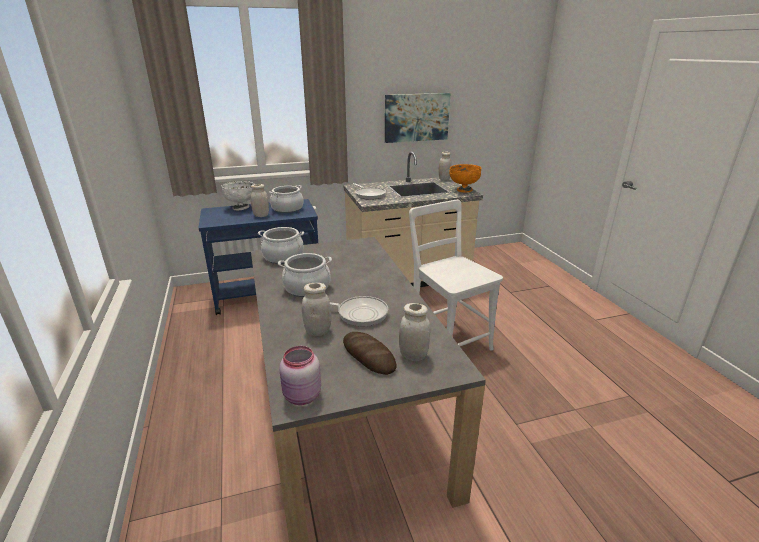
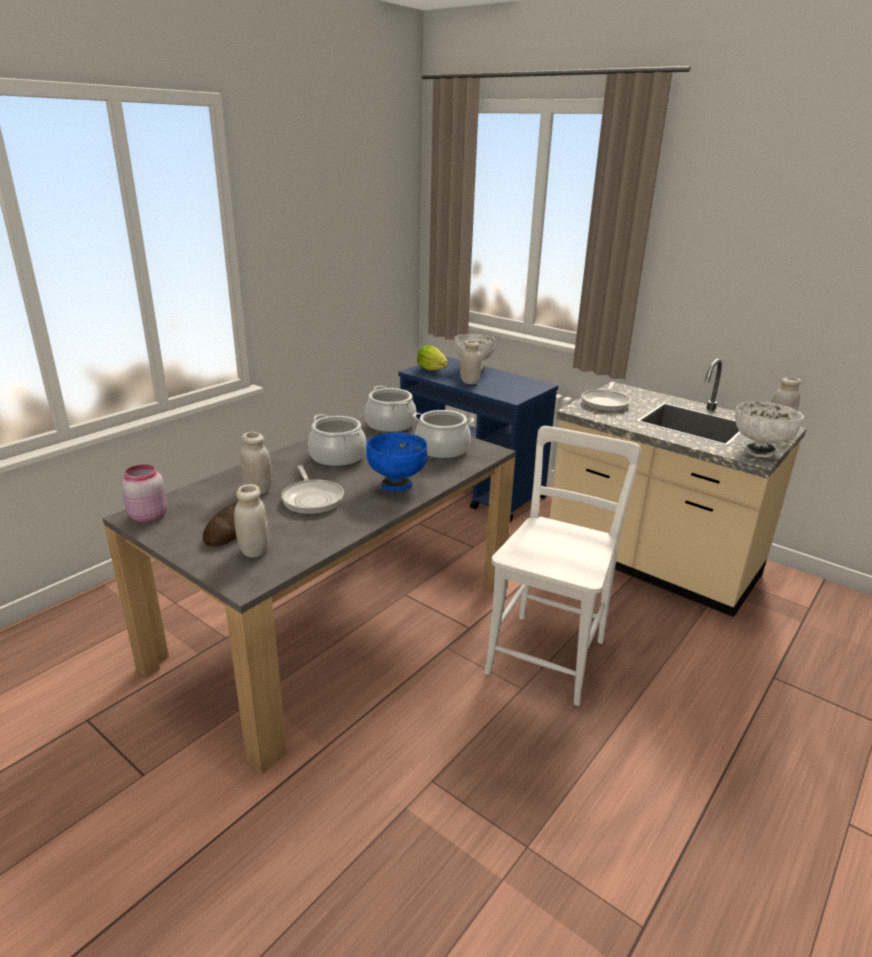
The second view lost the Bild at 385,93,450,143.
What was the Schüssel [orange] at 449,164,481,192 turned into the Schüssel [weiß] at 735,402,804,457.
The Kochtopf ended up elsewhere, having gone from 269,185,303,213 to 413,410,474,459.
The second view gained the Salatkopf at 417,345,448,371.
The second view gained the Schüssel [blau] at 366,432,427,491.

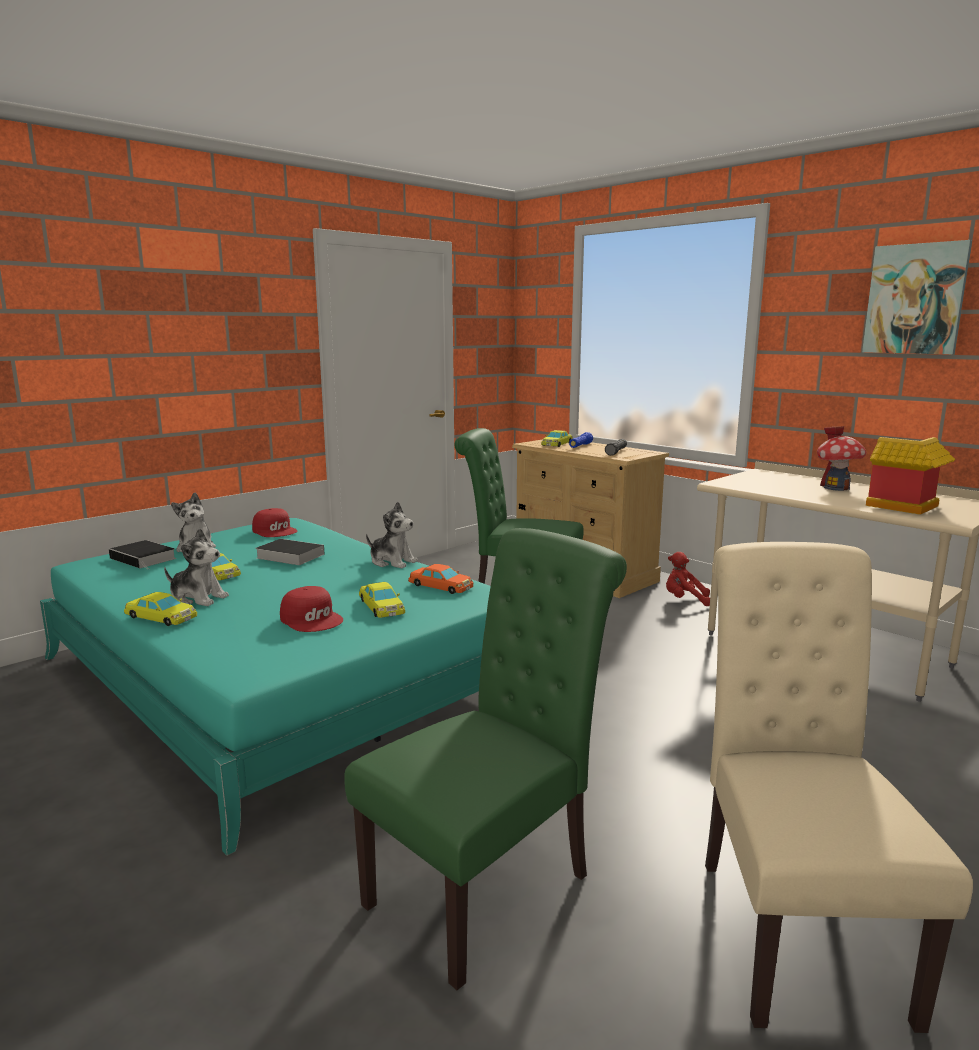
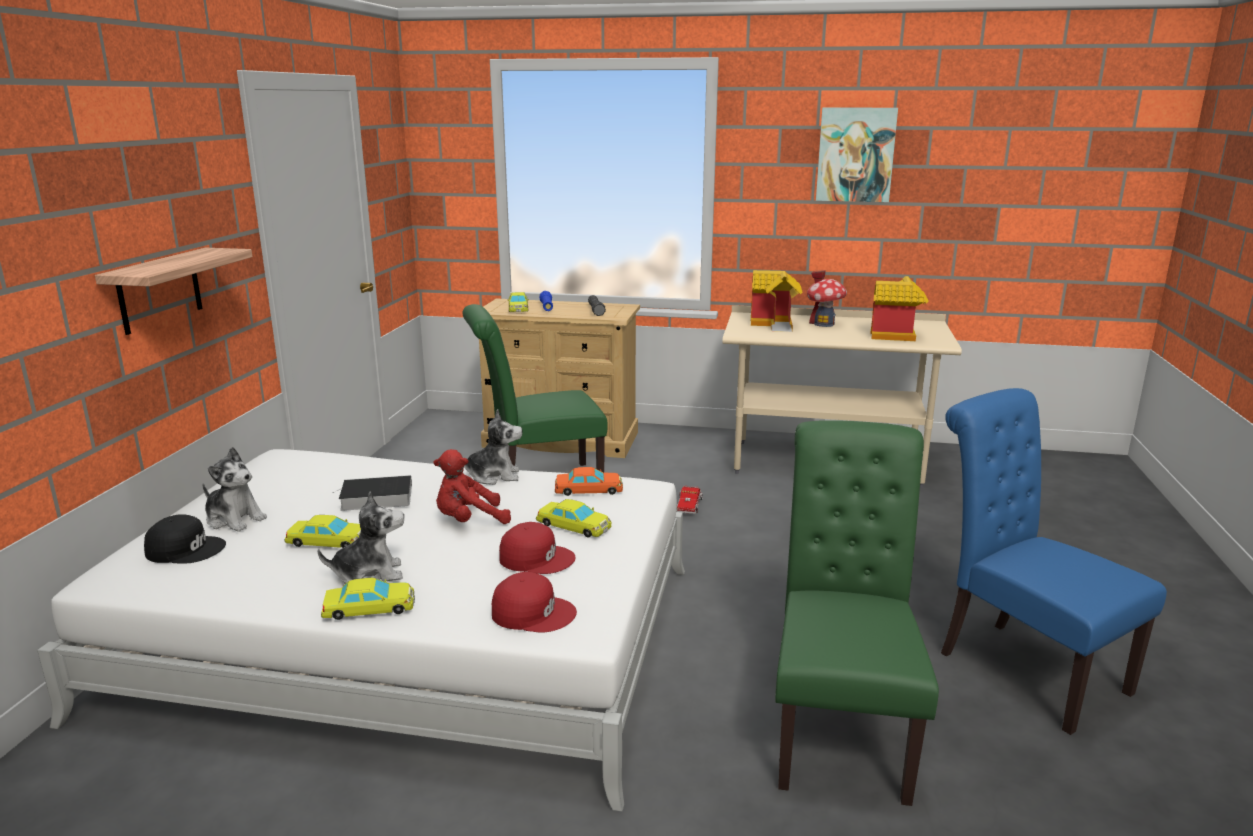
The Kappe [rot] ended up elsewhere, having gone from 252,508,298,537 to 492,572,577,632.
What was the Bett [türkis] at 40,518,491,856 turned into the Bett [weiß] at 37,449,685,812.
Where the Buch stood at 109,540,176,570, the Kappe [schwarz] came to stand at 144,514,226,564.
What was the Stuhl [beige] at 705,542,973,1033 turned into the Stuhl [blau] at 941,388,1167,735.
The Plüschtier [rot] ended up elsewhere, having gone from 666,552,710,606 to 433,449,511,524.
The second view gained the Wandregal at 95,248,253,335.
The second view gained the Spielzeughaus at 751,270,803,332.
The second view gained the Spielzeuglaster at 676,486,703,514.

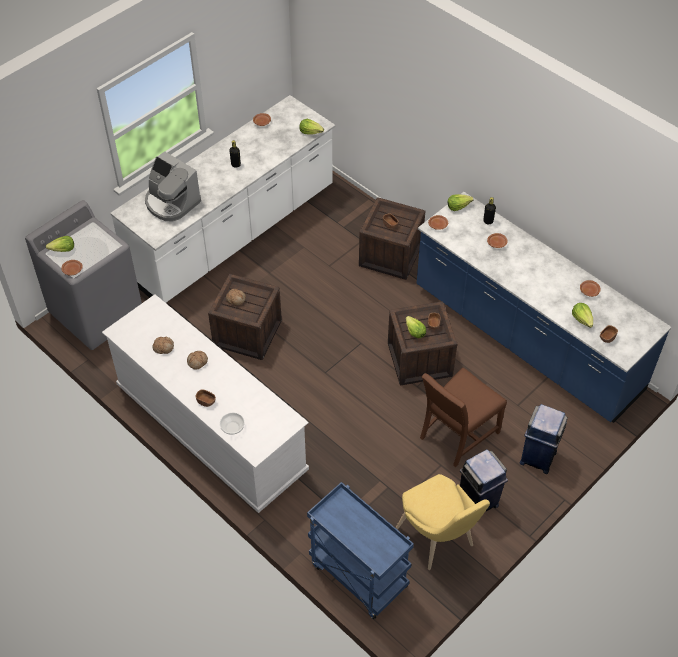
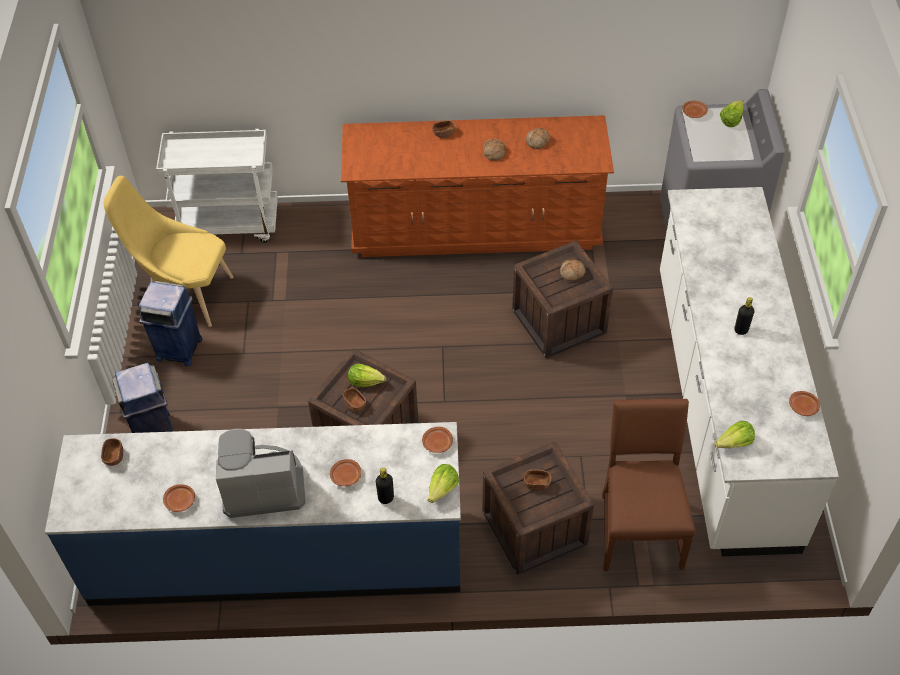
The Kaffeemaschine ended up elsewhere, having gone from 145,151,201,222 to 216,429,305,518.
What was the Kommode [weiß] at 102,294,309,513 turned into the Kommode [braun] at 341,115,614,257.
The second view lost the Salatkopf at 572,303,593,328.
The Stuhl [braun] ended up elsewhere, having gone from 420,367,507,467 to 602,399,696,571.
The second view lost the Schüssel at 220,413,244,435.
What was the Rollwagen [blau] at 307,482,414,619 turned into the Rollwagen [weiß] at 156,129,278,243.

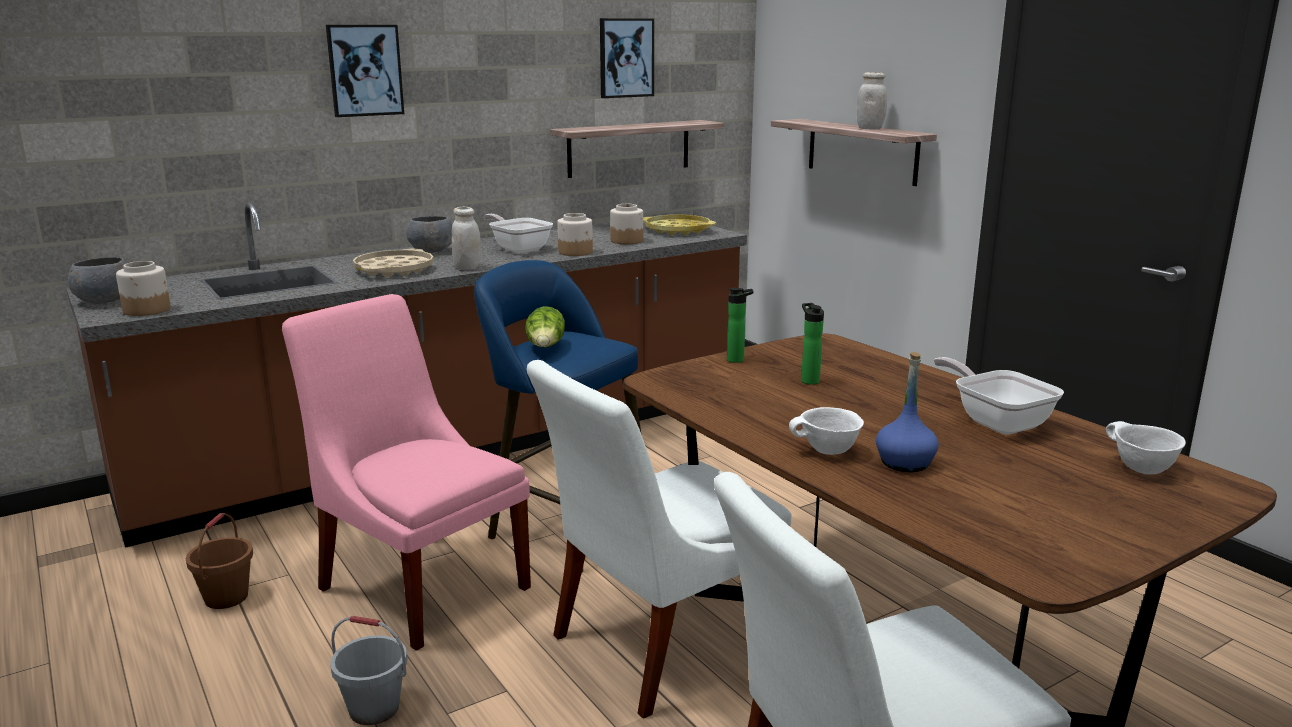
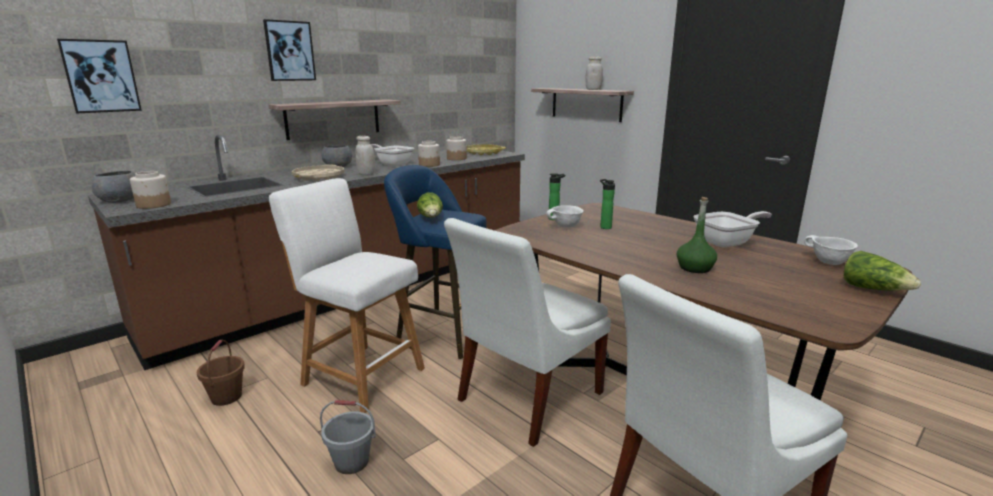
The Bild ended up elsewhere, having gone from 600,18,654,98 to 57,39,142,113.
The Wandregal ended up elsewhere, having gone from 550,120,724,178 to 269,99,401,140.
Where the Stuhl [rosa] stood at 282,294,531,651, the Hocker [weiß] came to stand at 269,178,425,413.
What was the Flasche [blau] at 876,352,939,472 turned into the Flasche [grün] at 677,197,717,273.
The Pfanne at 934,357,1064,434 ended up facing another way, 105 degrees clockwise from before.
The Schüssel [weiß] ended up elsewhere, having gone from 789,407,864,455 to 546,205,584,228.
The second view gained the Salatkopf at 844,251,921,291.

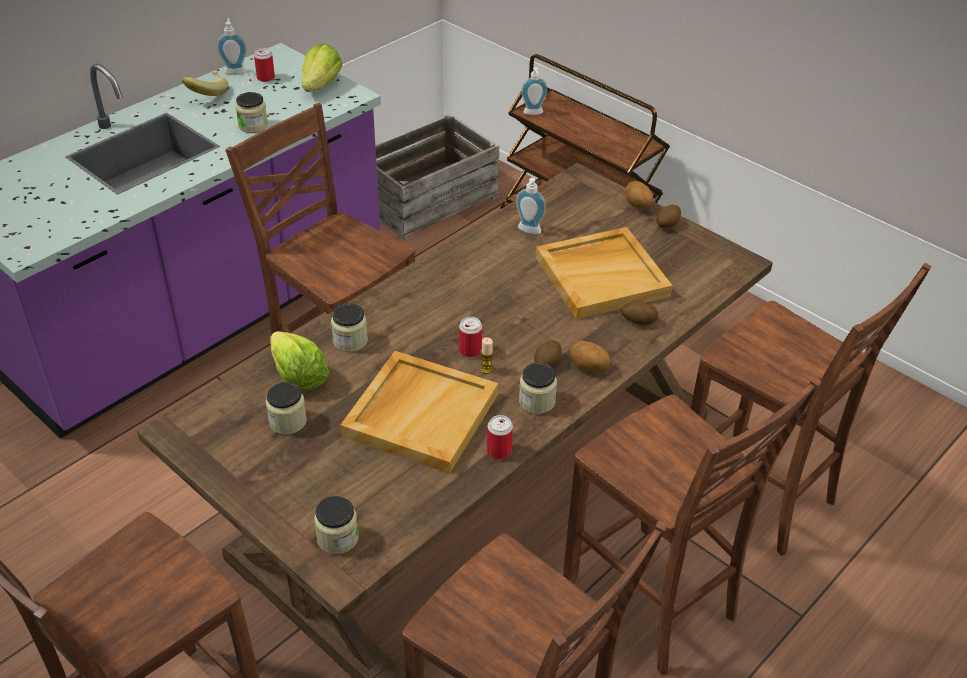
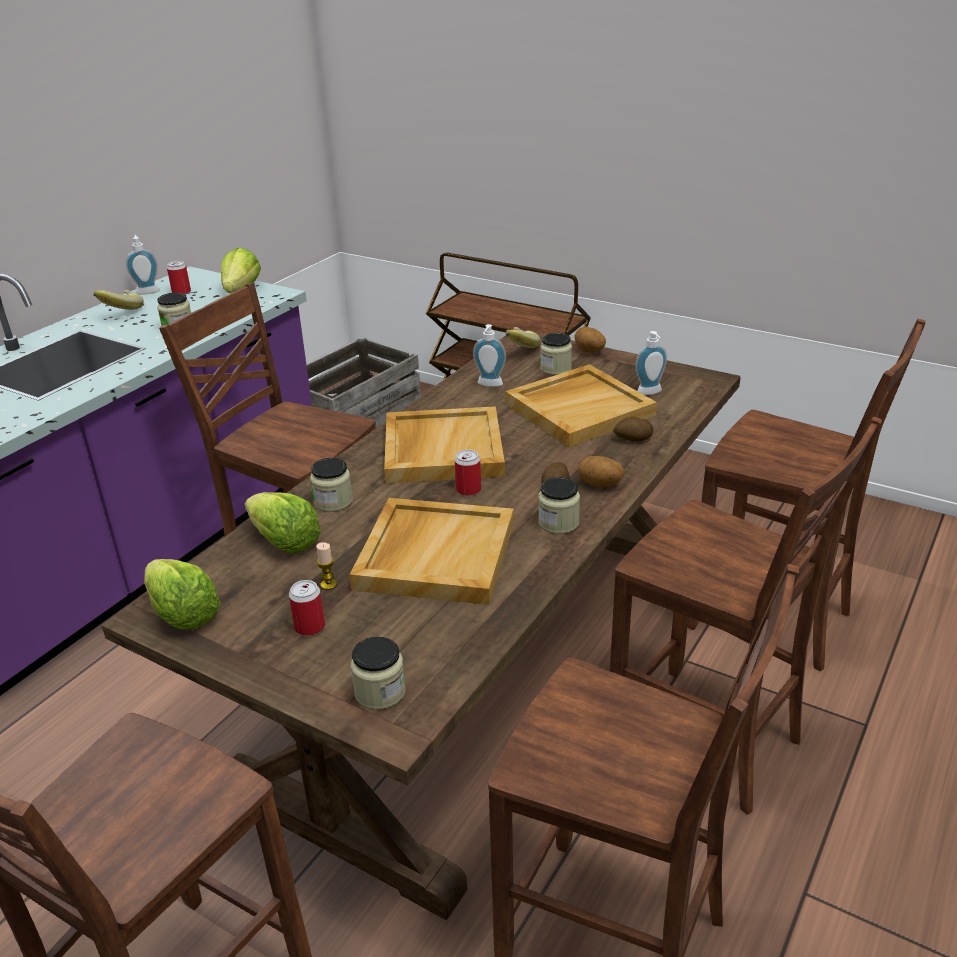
The Seifenspender ended up elsewhere, having gone from 521,67,548,115 to 635,331,667,395.
The second view lost the Kartoffel at 656,205,681,227.
The Kerze ended up elsewhere, having gone from 480,337,494,374 to 316,542,337,590.
The Vorratsglas ended up elsewhere, having gone from 266,382,307,435 to 540,333,572,375.
The Dose ended up elsewhere, having gone from 487,415,513,459 to 289,580,325,636.
The second view gained the Banane at 505,327,540,348.
The second view gained the Tablett [beige] at 384,406,505,484.
The second view gained the Salatkopf at 144,559,221,630.

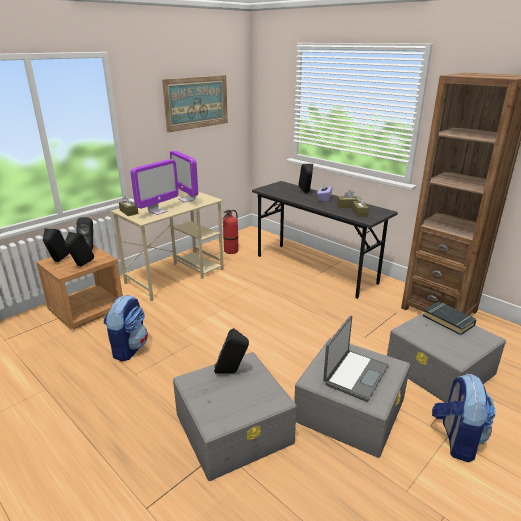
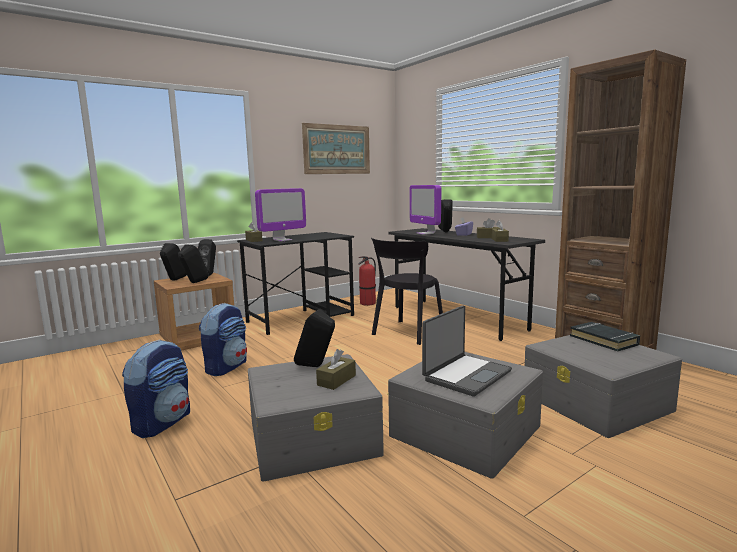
The Monitor ended up elsewhere, having gone from 170,151,198,202 to 409,185,441,235.
What was the Schreibtisch [beige] at 111,191,224,301 turned into the Schreibtisch [schwarz] at 237,232,354,335.
The Rucksack ended up elsewhere, having gone from 432,373,495,463 to 122,339,190,438.
The second view gained the Stuhl [schwarz] at 371,238,443,345.
The second view gained the Taschentuchbox [braun] at 316,349,356,390.

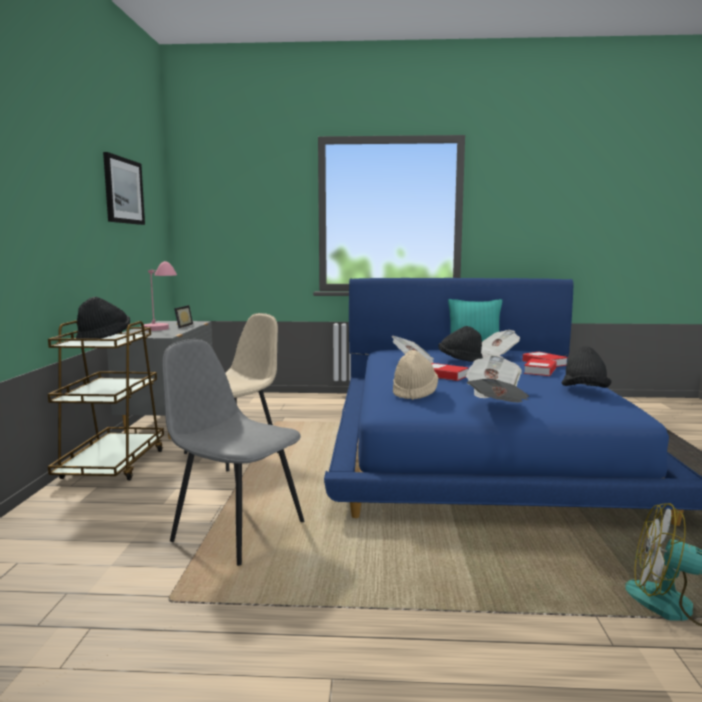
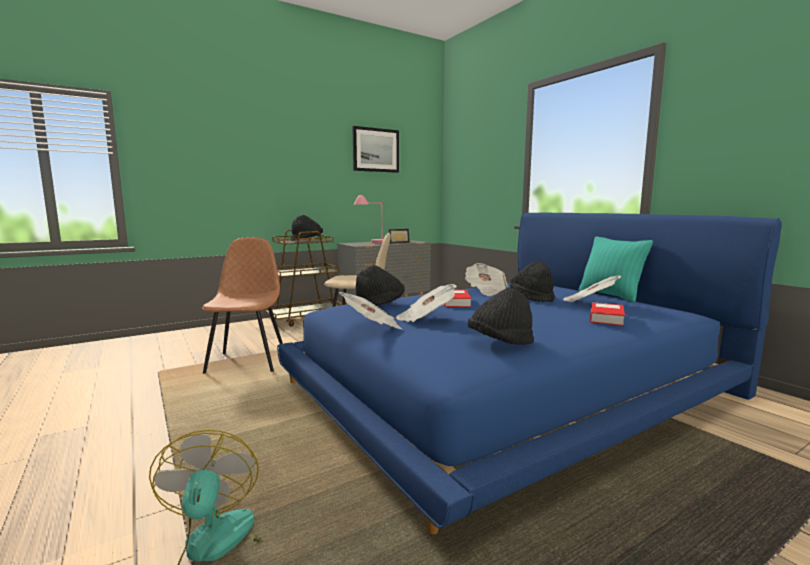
What was the Stuhl [grau] at 163,339,304,566 turned into the Stuhl [braun] at 202,237,283,374.
What was the Hut [beige] at 393,350,438,400 turned into the Hut [schwarz] at 356,265,405,306.
The second view lost the Buch at 524,358,557,376.

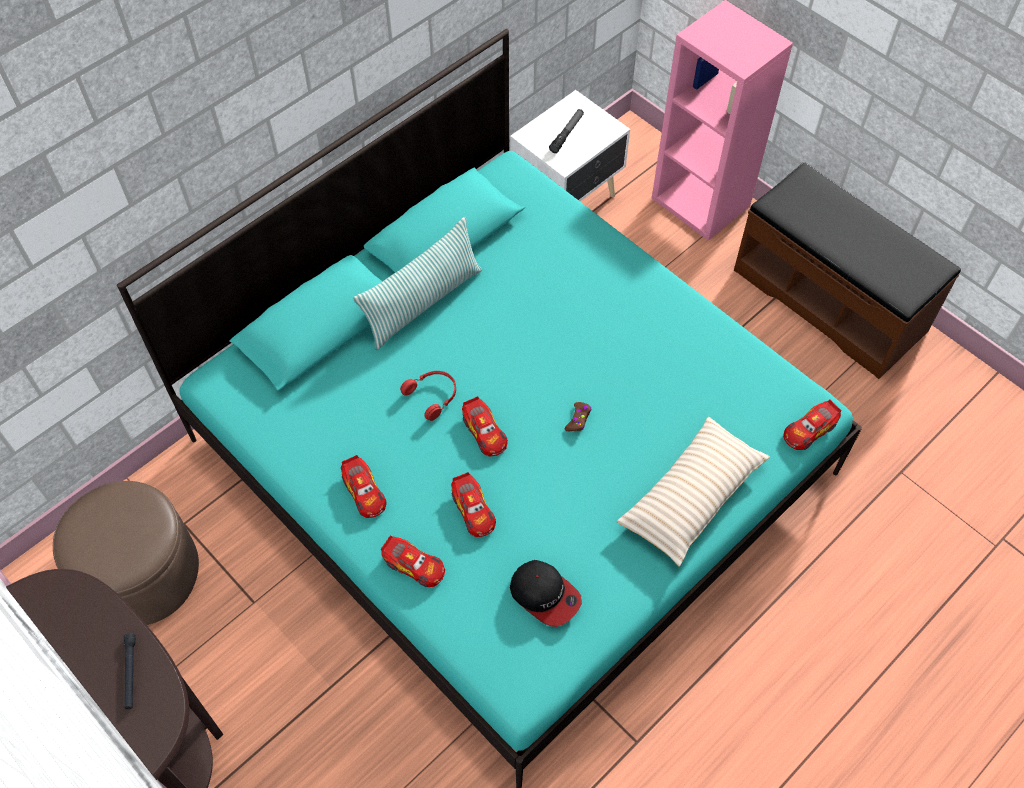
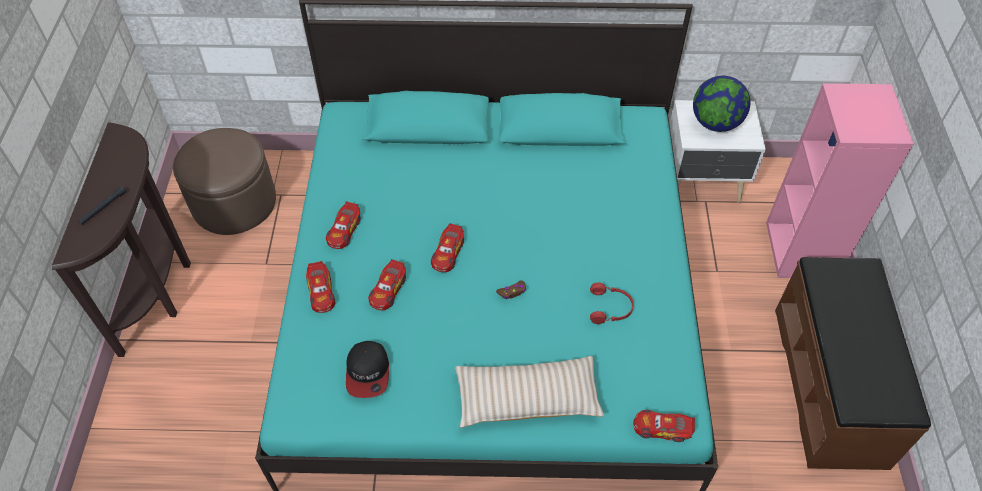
Where the Taschenlampe stood at 549,109,584,153, the Globus came to stand at 693,76,750,132.
The second view lost the Kissen at 353,217,482,350.
The Kopfhörer [rot] ended up elsewhere, having gone from 400,371,456,421 to 590,283,634,324.

